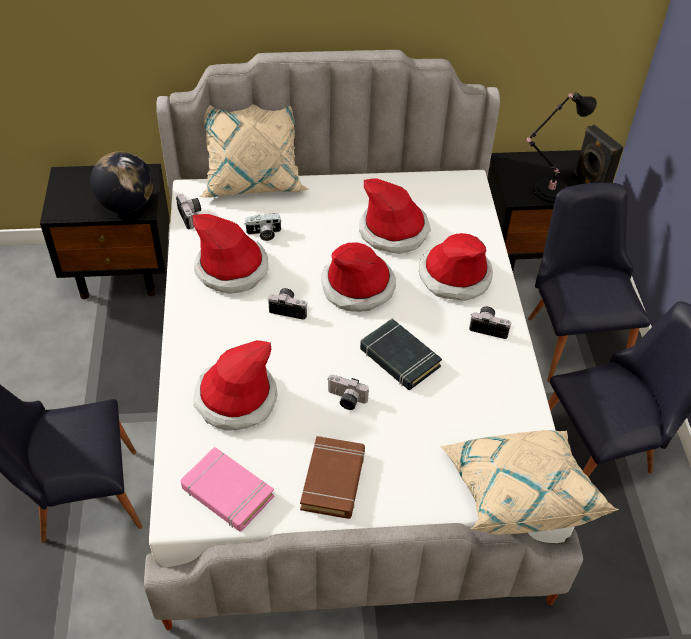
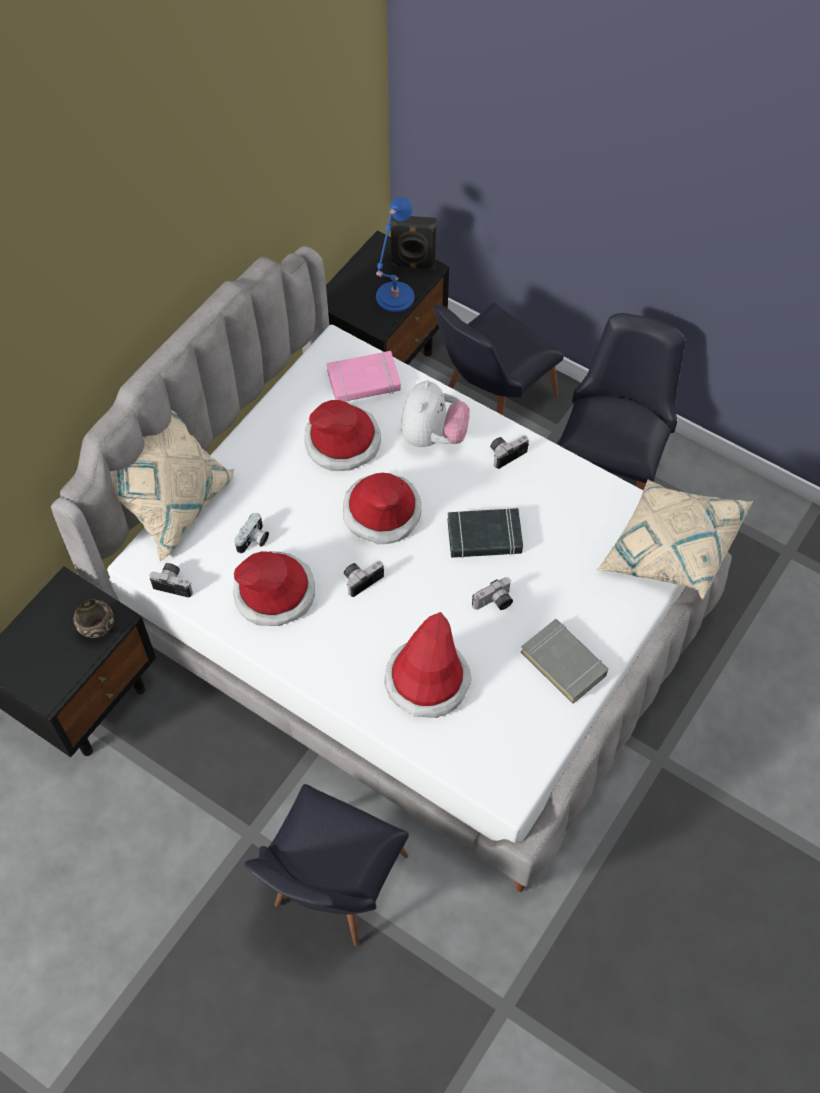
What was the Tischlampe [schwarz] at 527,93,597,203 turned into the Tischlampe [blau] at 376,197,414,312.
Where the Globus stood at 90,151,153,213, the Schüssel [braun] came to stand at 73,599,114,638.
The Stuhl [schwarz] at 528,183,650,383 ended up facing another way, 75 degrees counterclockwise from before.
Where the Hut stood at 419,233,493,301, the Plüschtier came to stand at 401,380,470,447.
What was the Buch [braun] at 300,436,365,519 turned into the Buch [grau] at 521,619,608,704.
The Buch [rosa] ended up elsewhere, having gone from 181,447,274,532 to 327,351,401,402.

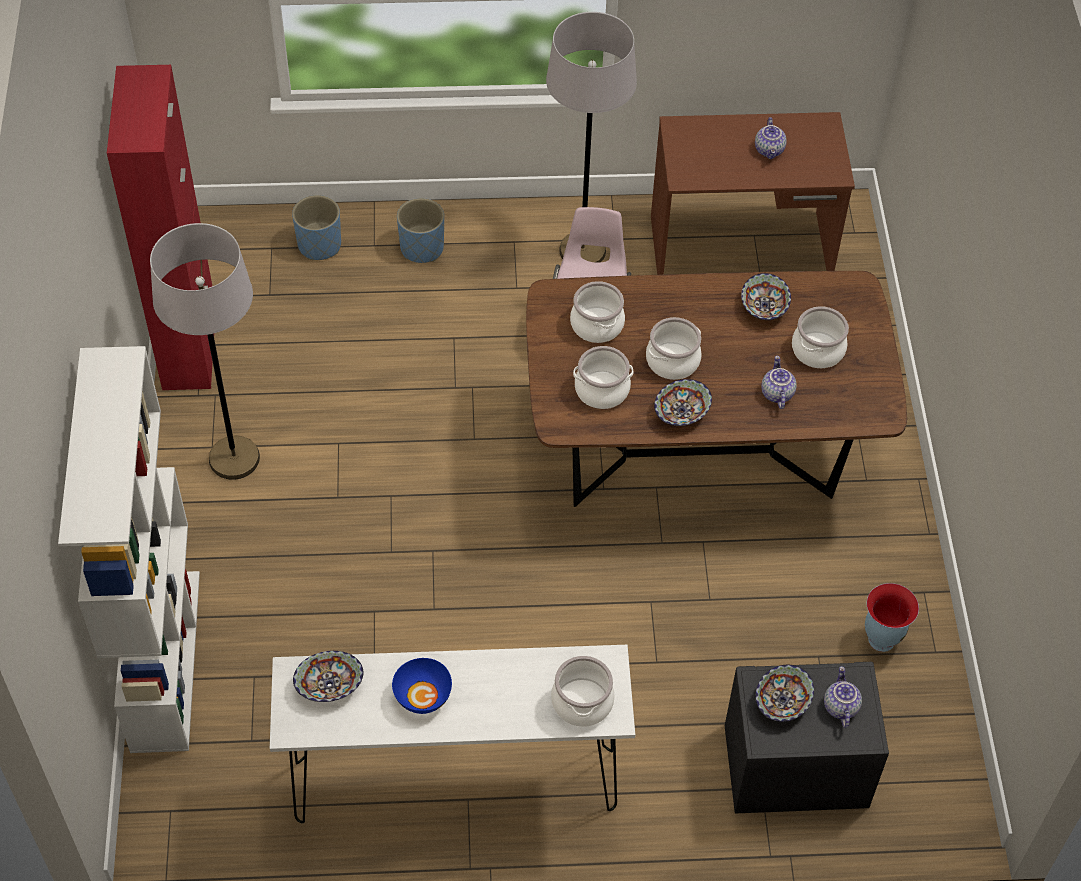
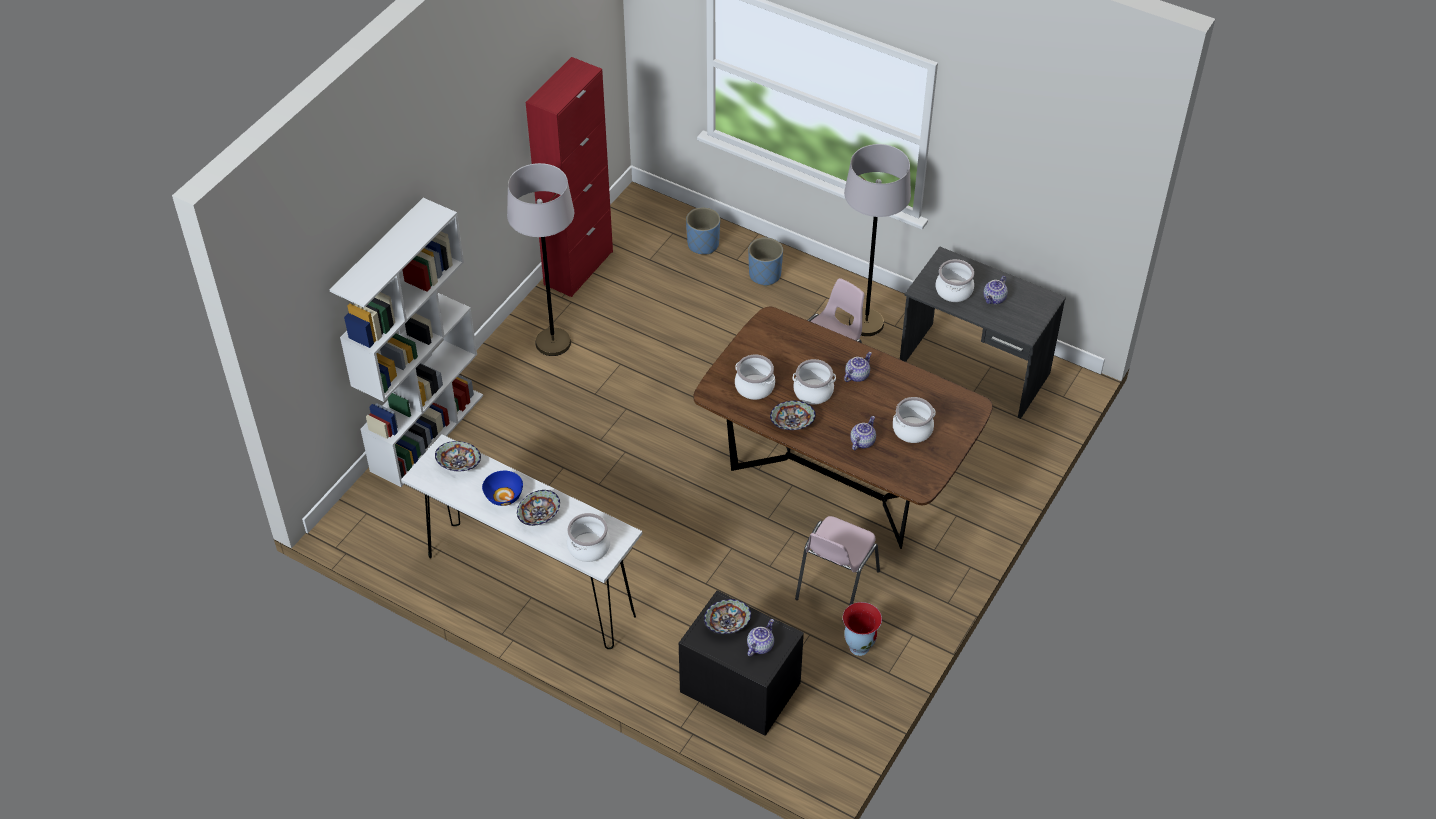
What was the Schreibtisch [braun] at 651,112,855,275 turned into the Schreibtisch [grau] at 900,247,1066,419.
The Schüssel ended up elsewhere, having gone from 741,273,791,320 to 517,490,560,526.
The Kochtopf ended up elsewhere, having gone from 570,281,625,343 to 936,259,974,302.
The second view gained the Teekanne at 844,352,872,382.
The second view gained the Stuhl [rosa] at 795,516,880,606.

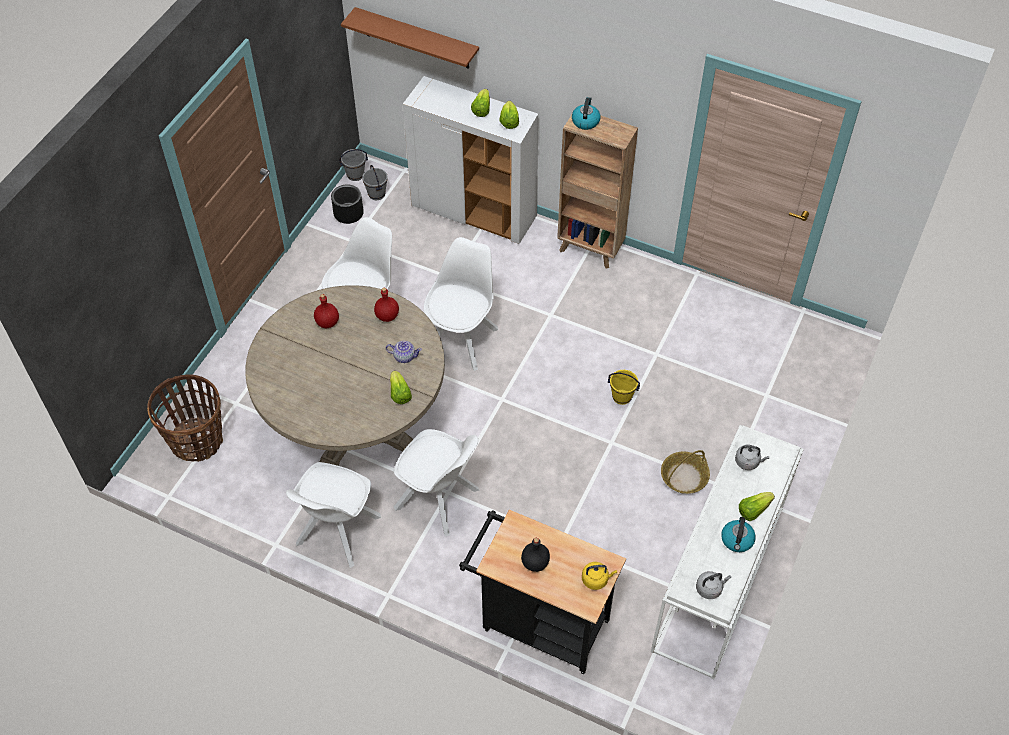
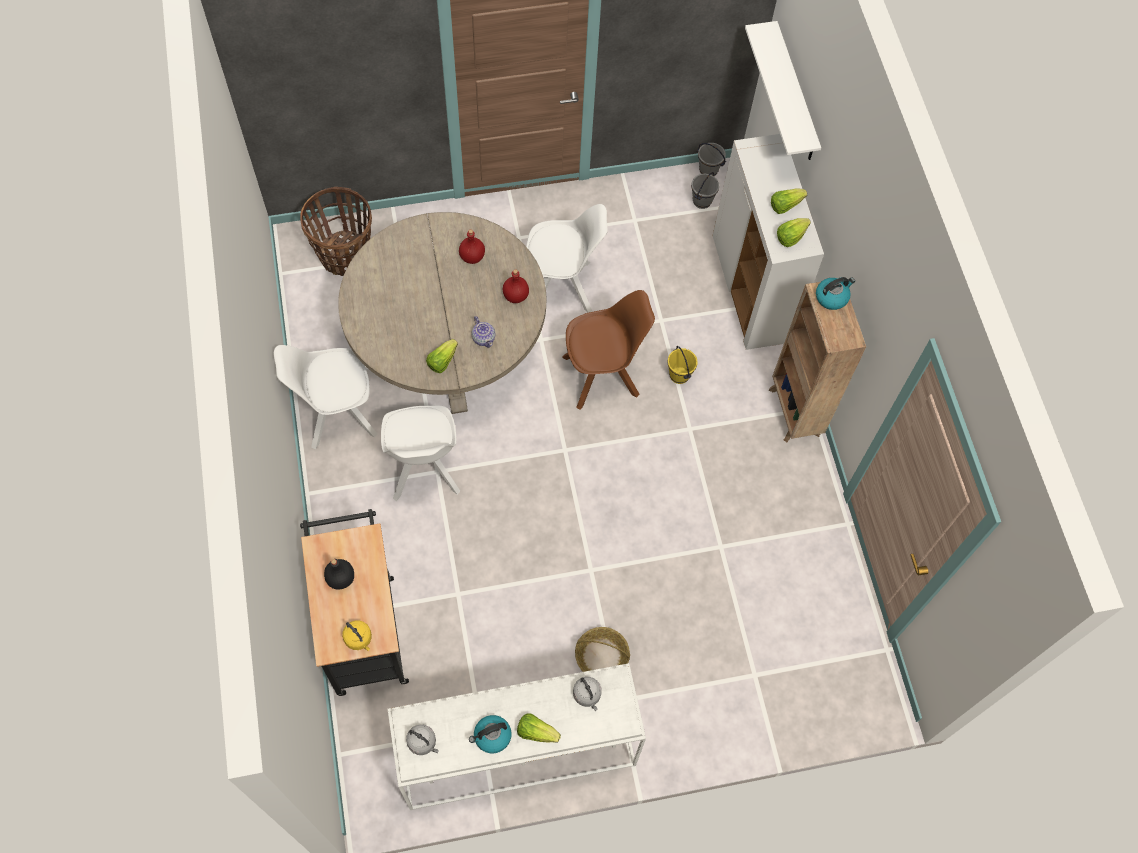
What was the Wandregal [braun] at 341,7,479,69 turned into the Wandregal [weiß] at 745,21,821,160.
The second view lost the Pflanzkübel [schwarz] at 331,185,364,224.
What was the Stuhl [weiß] at 424,237,498,371 turned into the Stuhl [braun] at 562,290,655,410.
The Eimer [gelb] ended up elsewhere, having gone from 608,370,640,405 to 668,346,698,384.

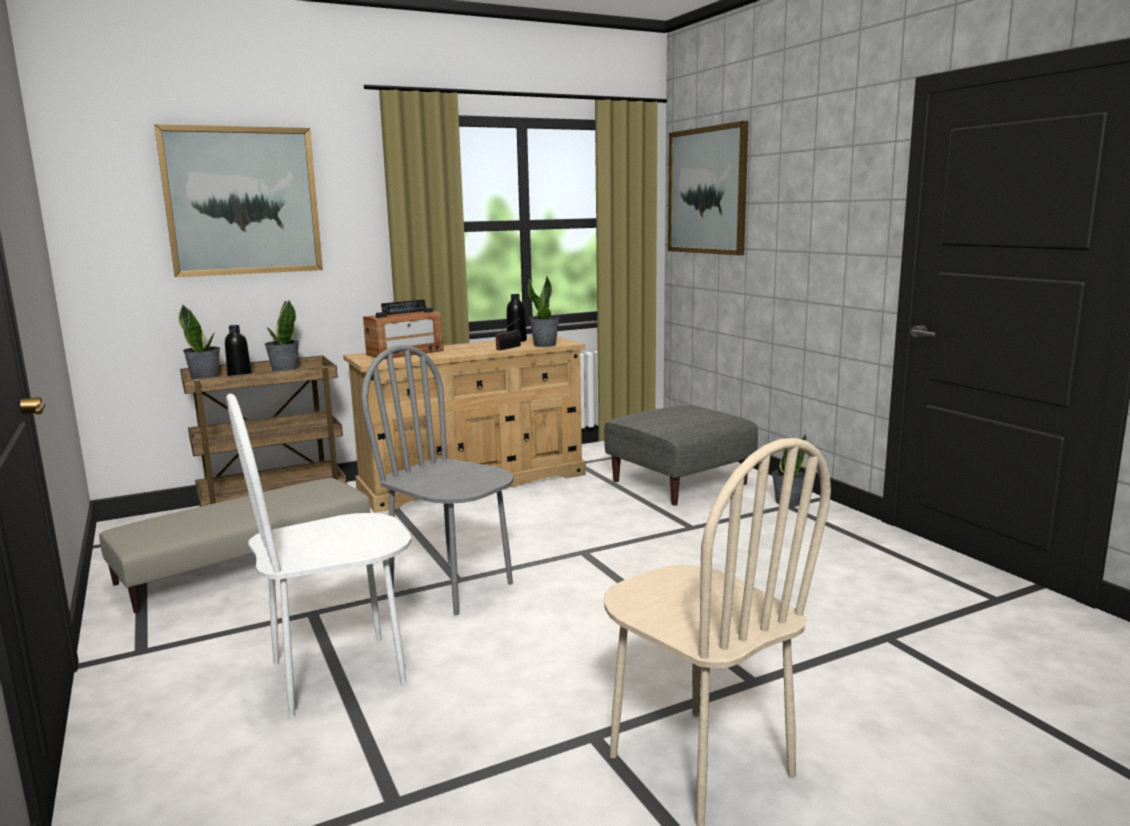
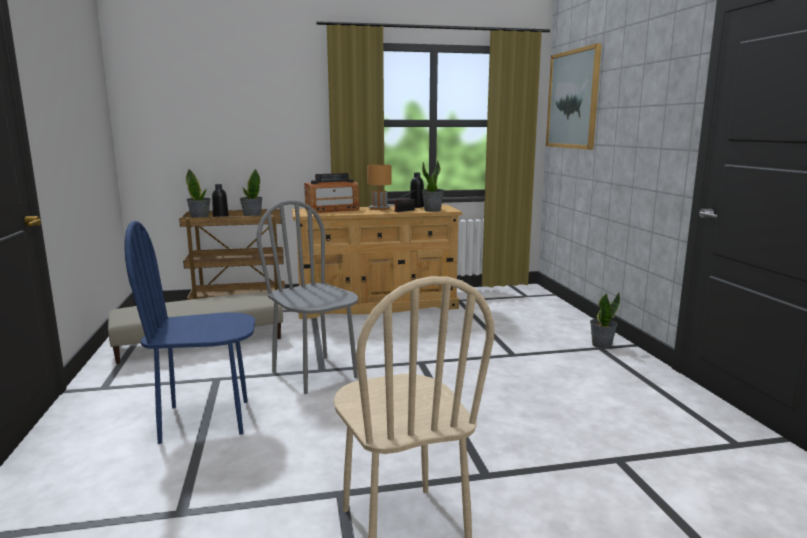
The second view lost the Bild at 154,124,323,277.
What was the Stuhl [weiß] at 226,394,411,717 turned into the Stuhl [blau] at 124,221,255,444.
The second view lost the Polsterhocker [grau] at 604,405,758,505.
The second view gained the Tischlampe [braun] at 367,164,392,210.

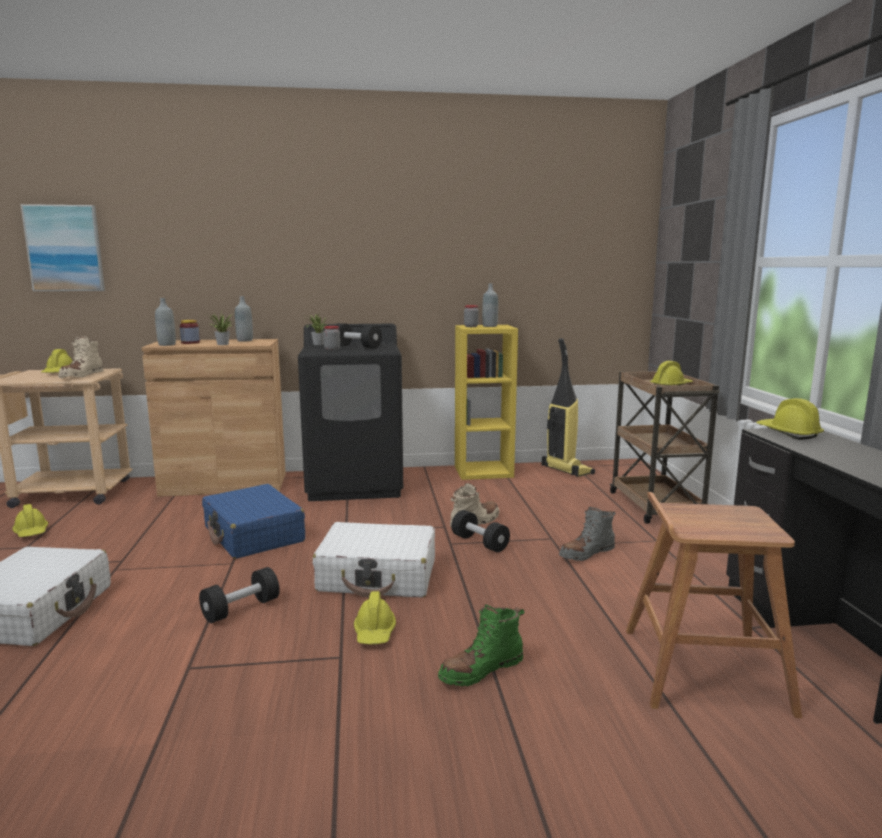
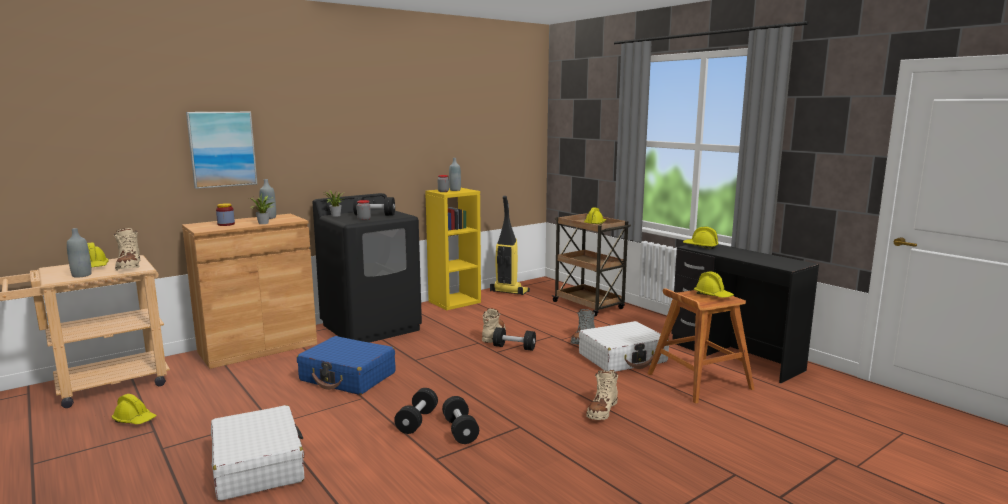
The Bild ended up elsewhere, having gone from 21,204,105,291 to 186,112,257,189.
The Flasche [grau] ended up elsewhere, having gone from 155,298,176,346 to 67,228,92,277.
The Koffer [weiß] ended up elsewhere, having gone from 313,522,435,598 to 579,321,669,372.
The Schutzhelm [gelb] ended up elsewhere, having gone from 354,591,396,645 to 694,272,734,298.
What was the Stiefel [grün] at 438,604,525,686 turned into the Stiefel [beige] at 586,370,618,420.
The second view gained the Hantel [schwarz] at 442,396,479,444.

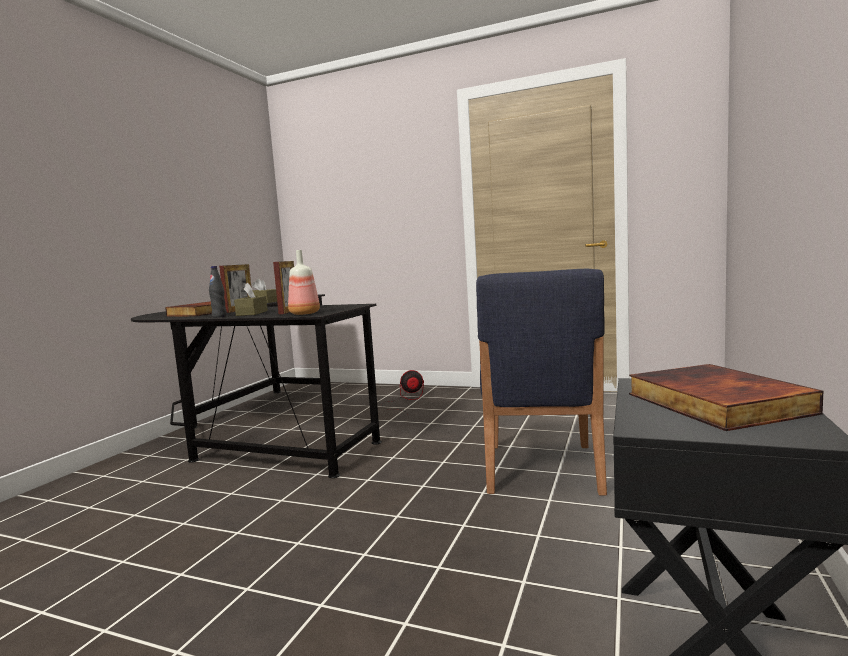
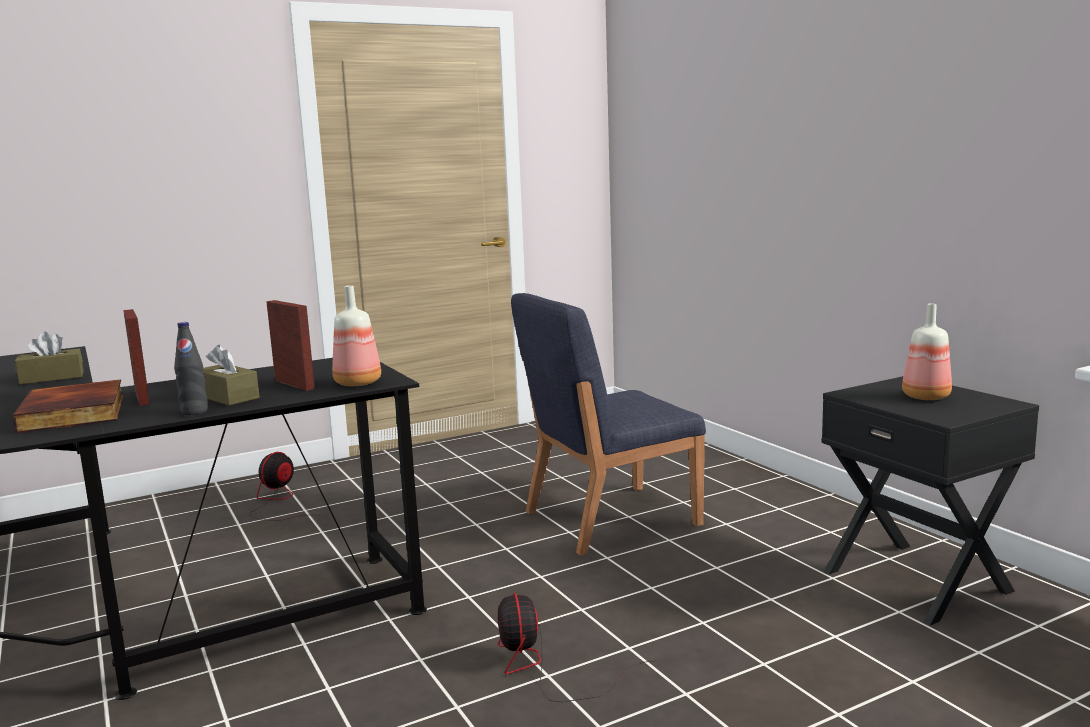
The Stuhl [blau] at 476,269,607,496 ended up facing another way, 105 degrees clockwise from before.
Where the Buch stood at 629,364,823,431, the Flasche came to stand at 902,304,952,400.
The second view gained the Ventilator at 498,593,658,702.

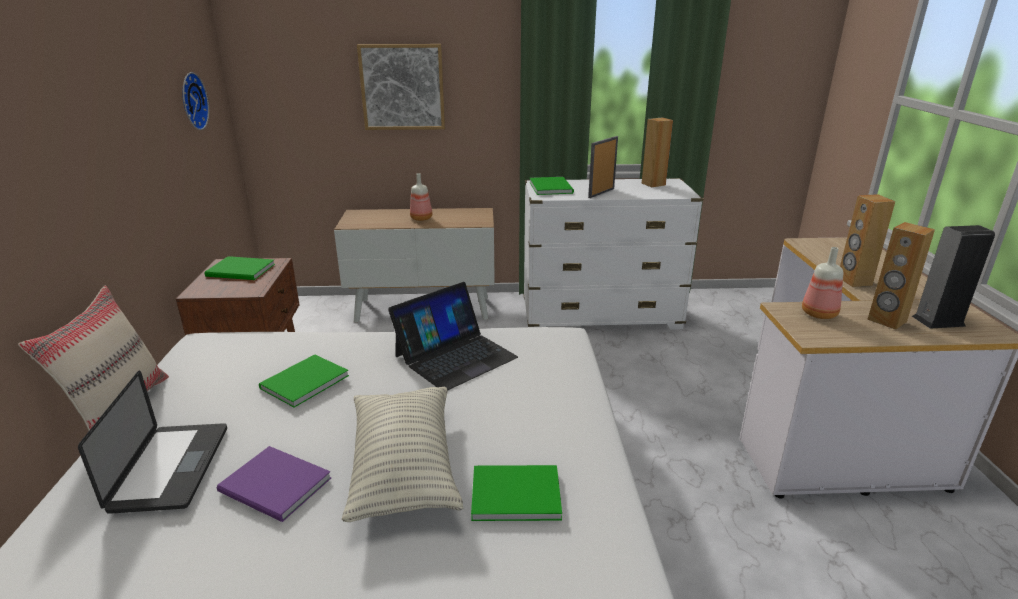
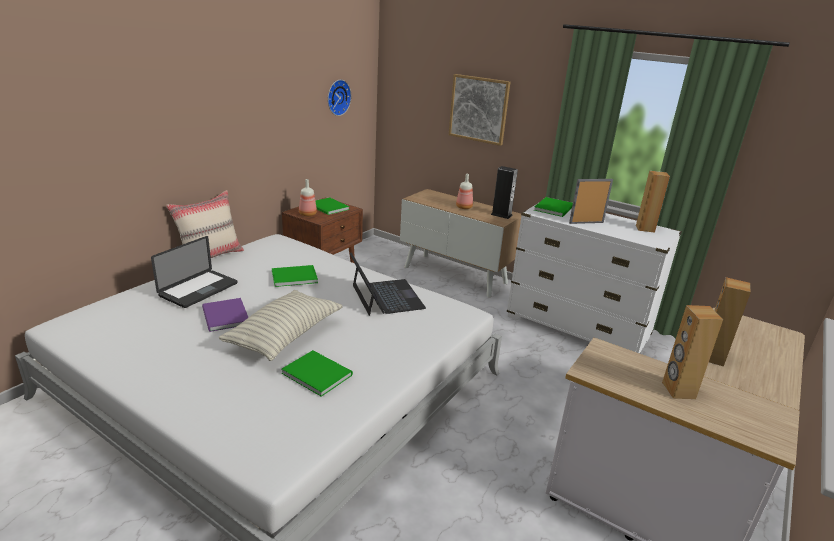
The Lautsprecher ended up elsewhere, having gone from 912,225,995,329 to 491,166,518,219.
The Flasche ended up elsewhere, having gone from 802,247,843,319 to 299,179,317,216.
The Laptop at 388,282,518,391 ended up facing another way, 105 degrees counterclockwise from before.

